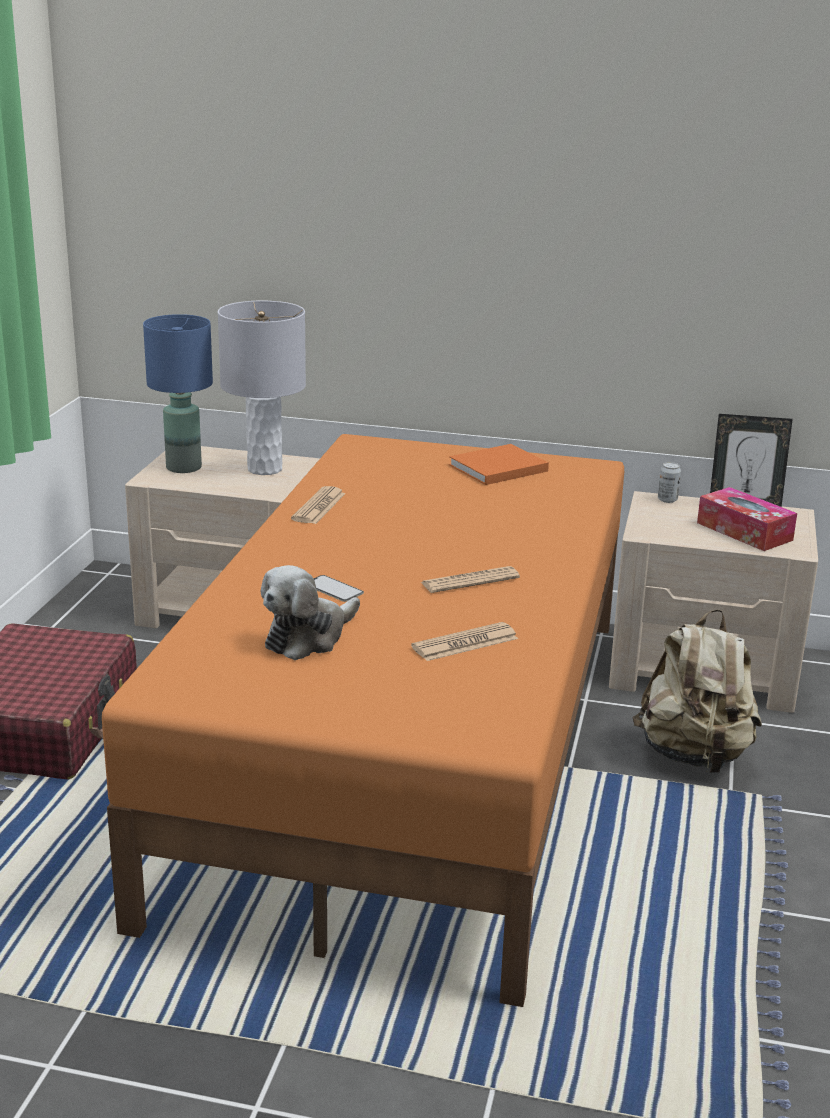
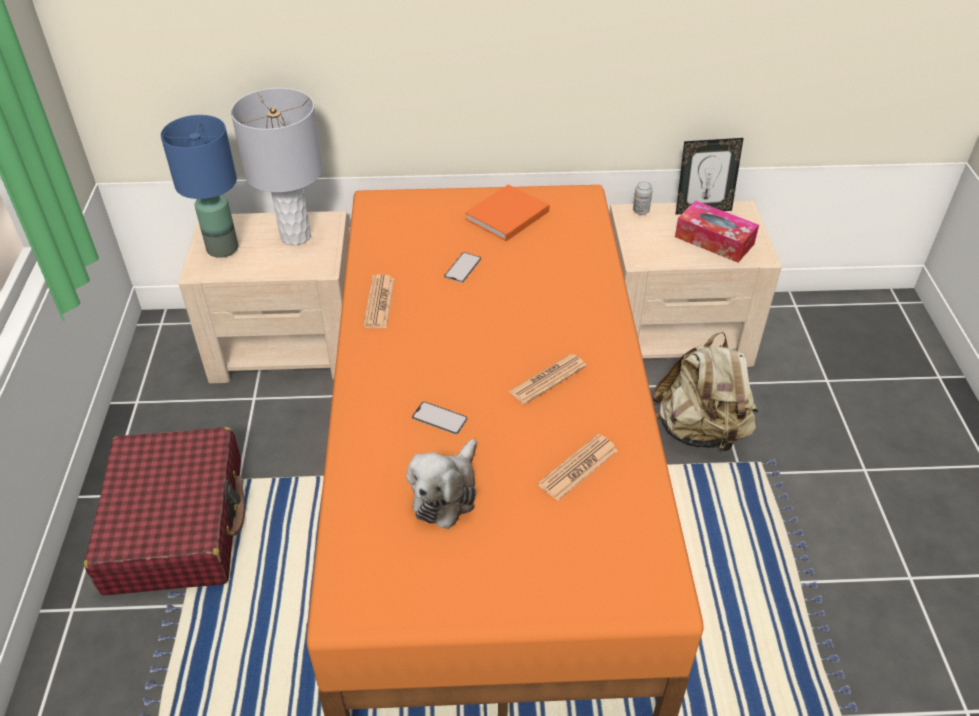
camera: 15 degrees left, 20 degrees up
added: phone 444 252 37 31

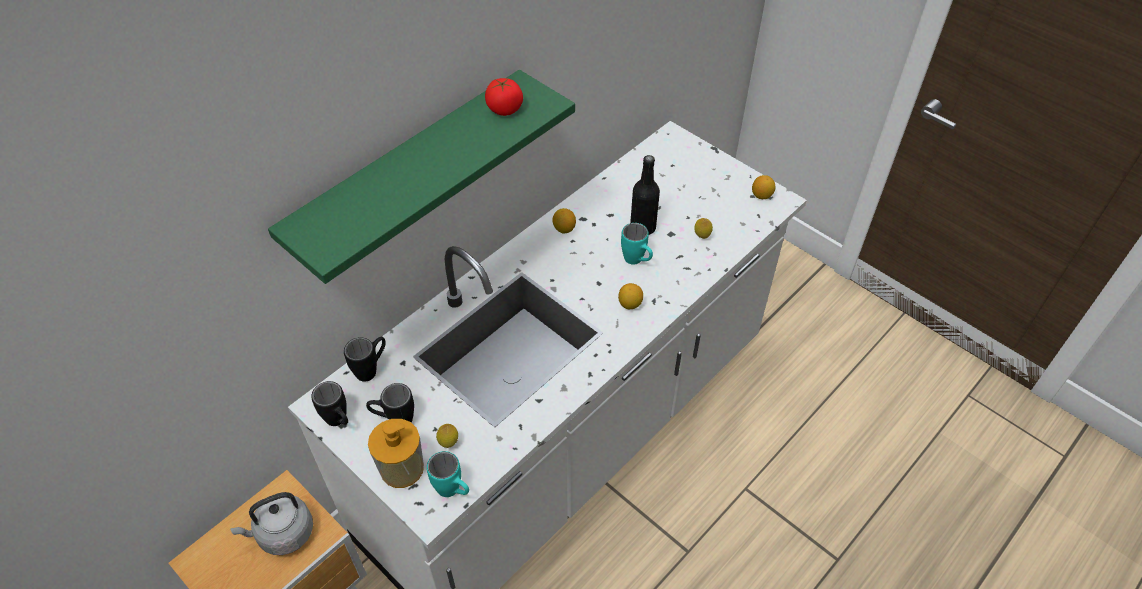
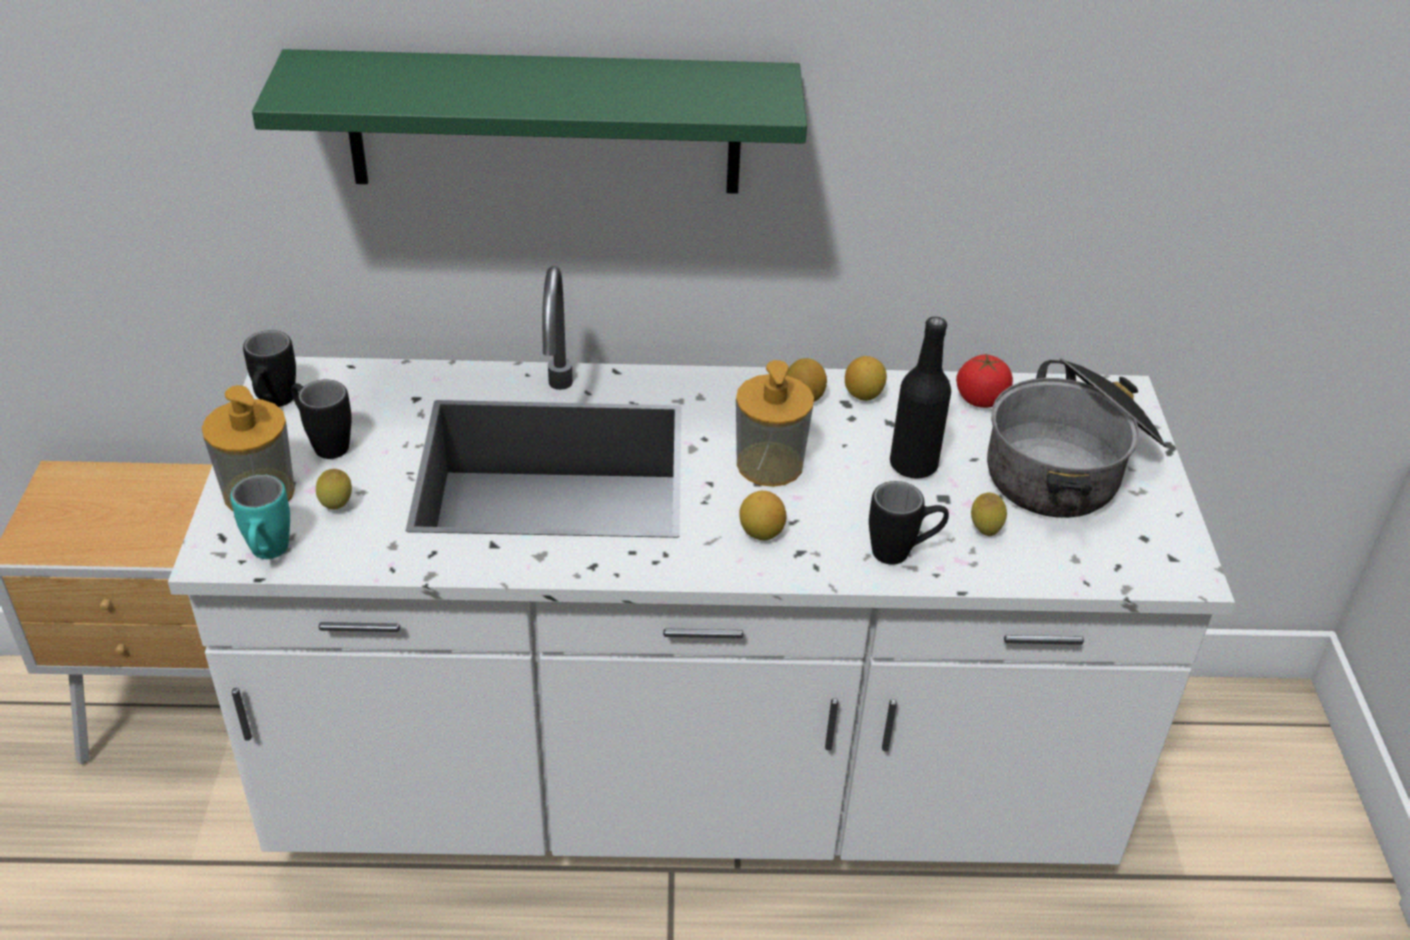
camera: 45 degrees right, 10 degrees down
removed: tea mug (blue-green) 621 223 32 42; kettle (gray) 230 492 83 63
added: saucepot 987 358 180 160; soap dispenser 736 360 78 127
moved: tomato 485 78 38 38 to 956 354 57 54; whole lemon 752 175 24 24 to 845 356 42 45; tea mug (black-coloured) 344 337 42 45 to 869 481 80 84

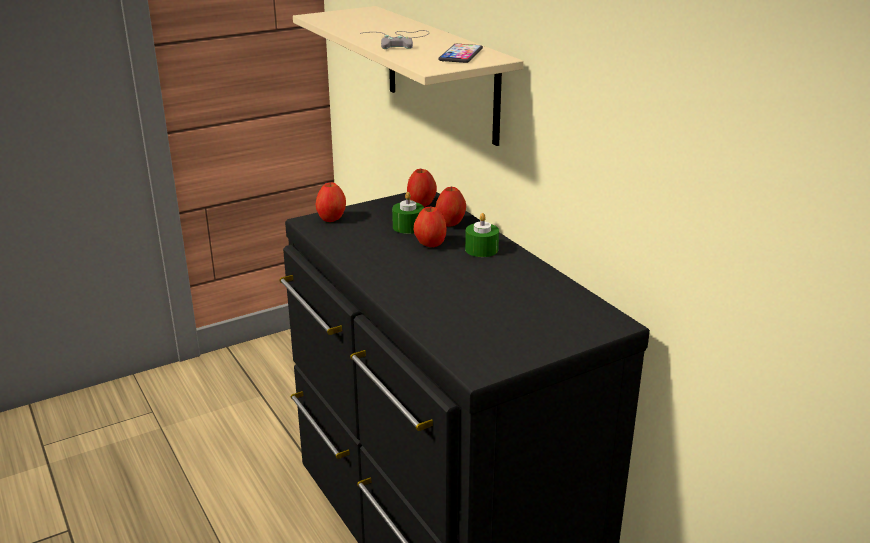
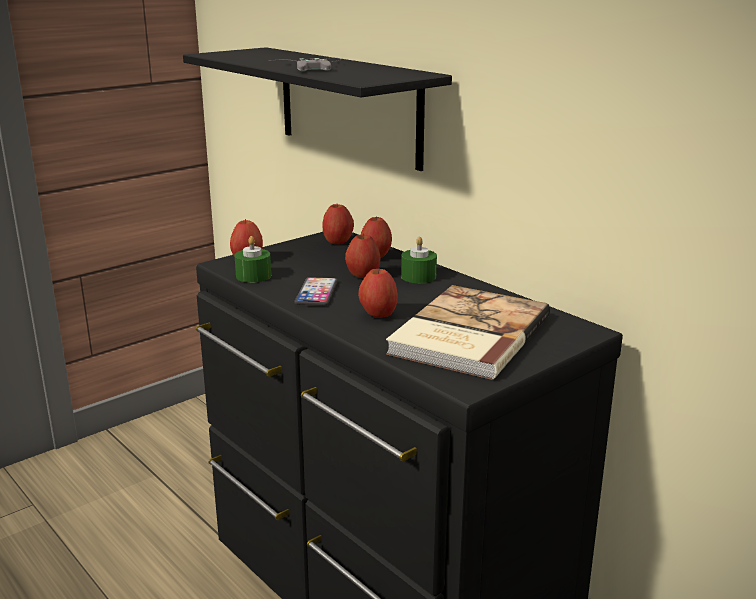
camera: 10 degrees left, 5 degrees down
added: apple fruit 358 269 40 49; bound book 386 285 164 95
moved: phone 438 44 45 19 to 294 277 44 29; wax light (green) 392 192 32 42 to 235 236 36 47
recoloured: bracket shelf (sand-coloured) 293 6 231 140 to bracket shelf (black-coloured) 183 47 269 124

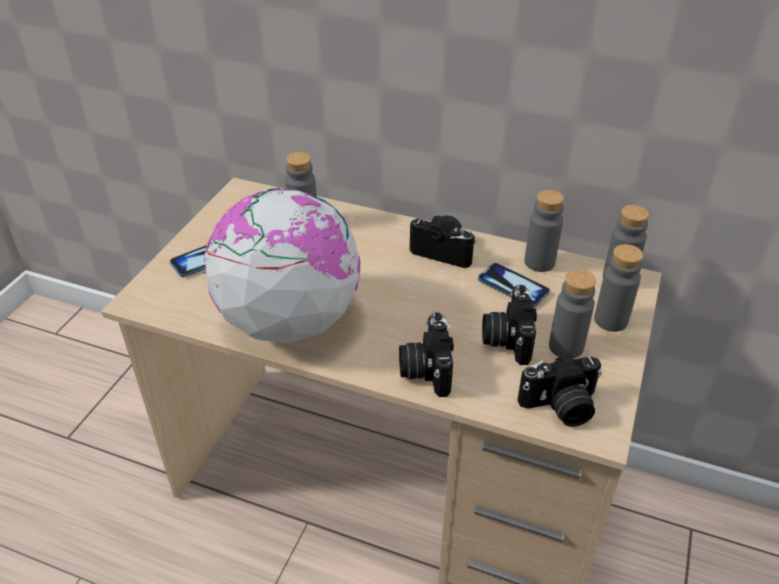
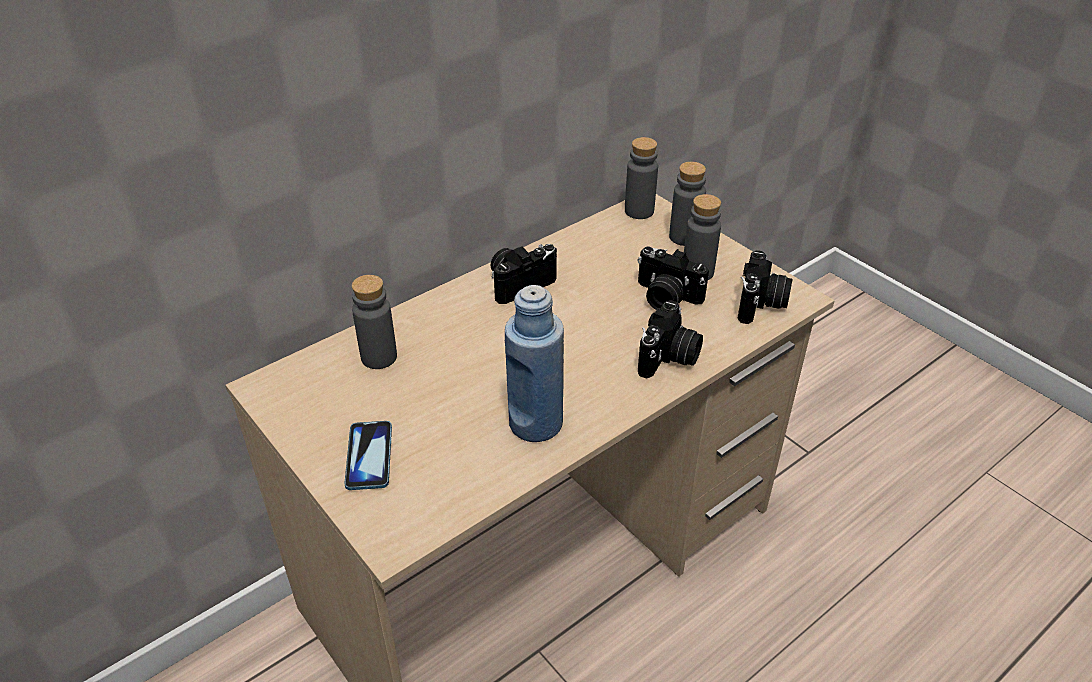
camera: 60 degrees left, 0 degrees up
removed: bottle (gray) 524 190 40 82; phone 478 263 72 44
replaced: globe 204 188 157 155 to bottle (bluish) 505 285 59 157
turned: photo camera 399 312 55 85 = 638 300 65 78 90 degrees counterclockwise

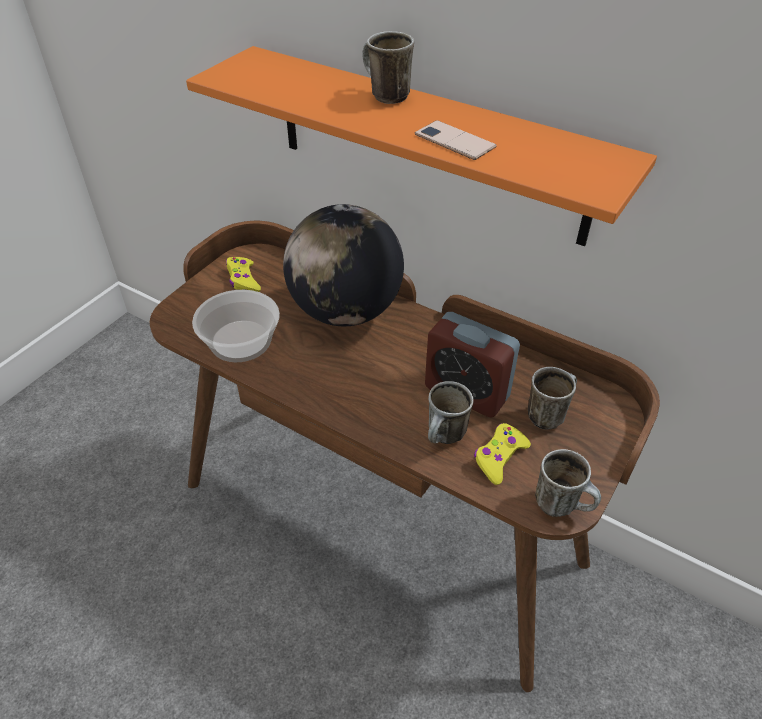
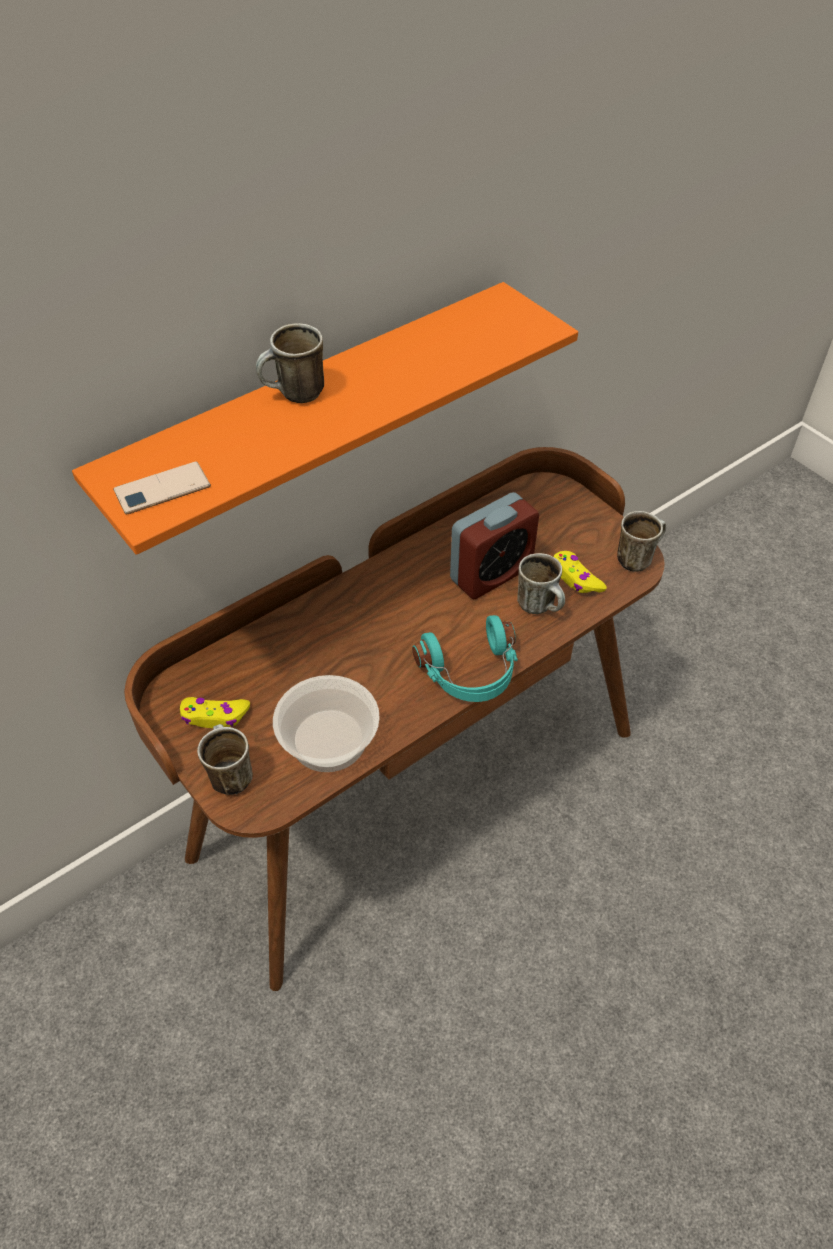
camera: 70 degrees left, 5 degrees up
removed: globe 283 204 121 122
added: pair of headphones (blue-green) 412 615 106 87
moved: phone 415 120 82 40 to 113 462 98 52; tea mug 528 367 49 63 to 197 724 56 71

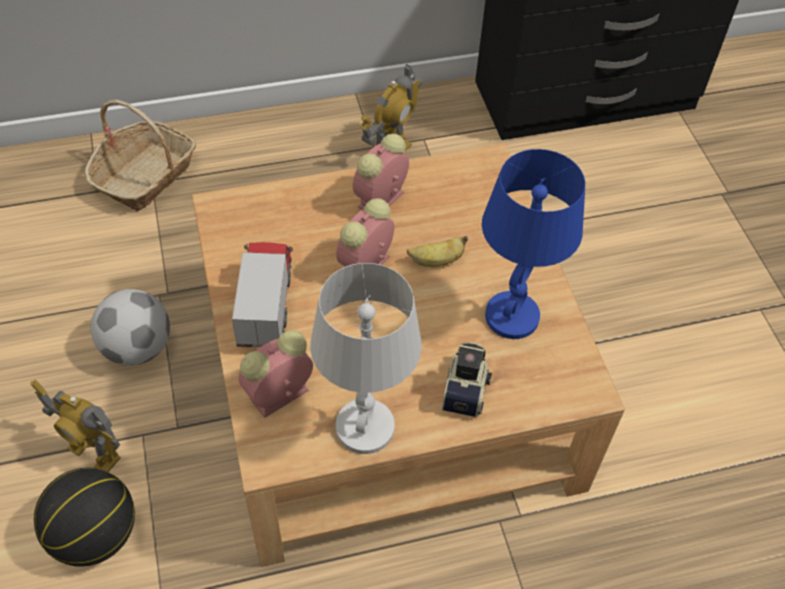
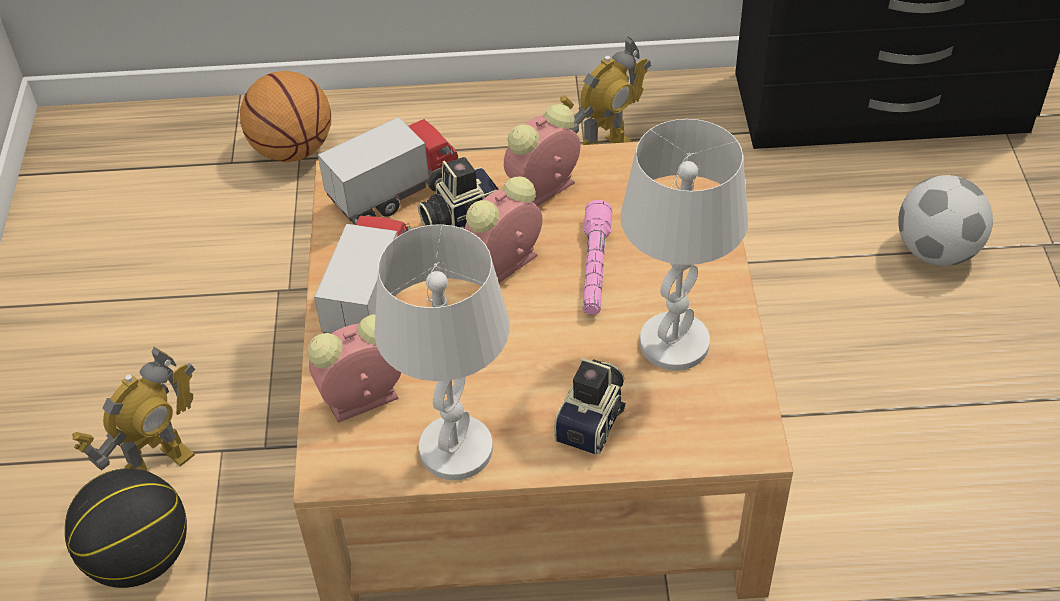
camera: 15 degrees right, 5 degrees down
added: toy truck 318 117 140 108; photo camera 418 157 81 72
moved: football ball 91 289 79 77 to 898 175 95 91
replaced: storage basket 85 100 111 111 to basketball ball 240 71 91 91; banana fruit 407 236 61 31 to hand torch (pinkish) 583 200 29 115
recoloured: lamp for a table (bluish) 482 149 103 190 to lamp for a table (white) 621 119 127 252
turned: model robot 30 380 91 92 = 72 346 123 124 90 degrees counterclockwise

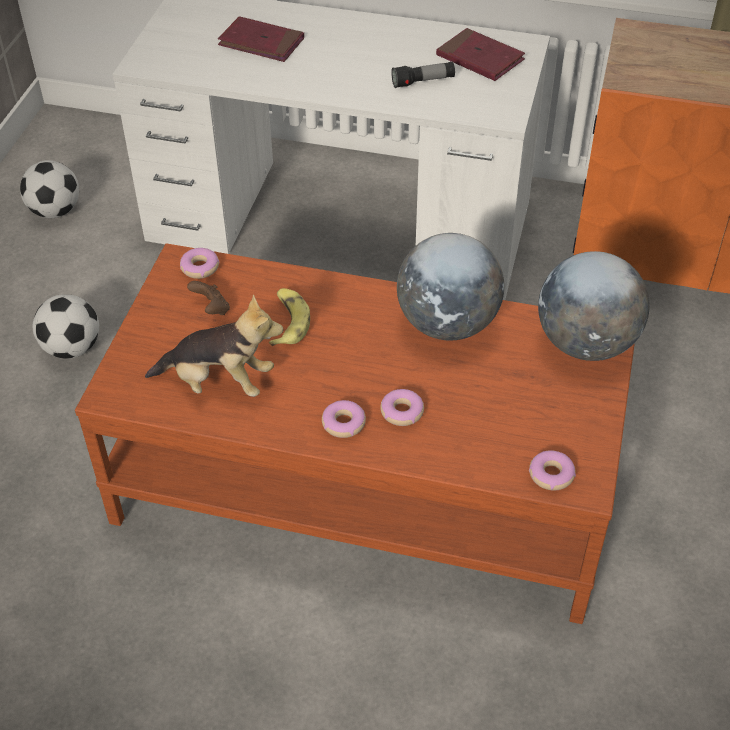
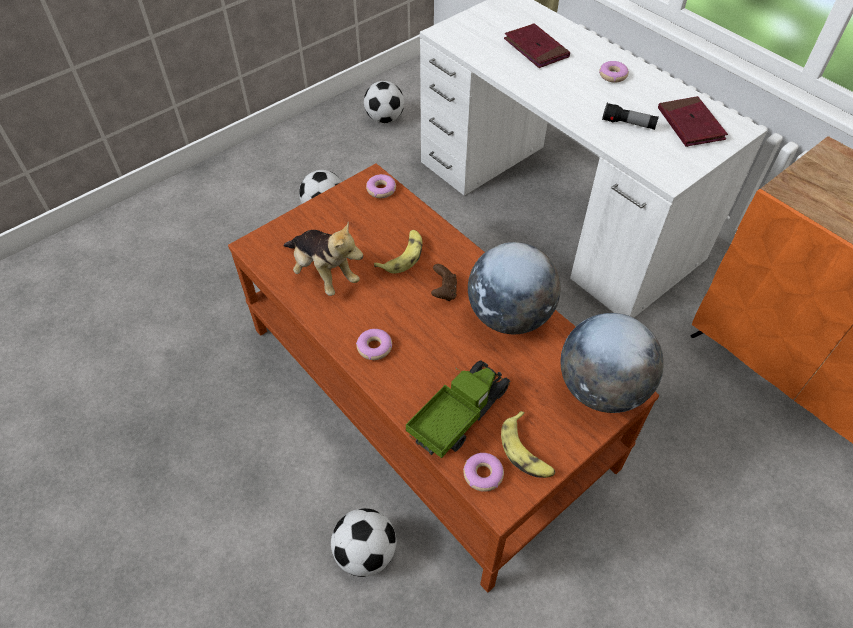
camera: 35 degrees right, 5 degrees up
added: toy truck 405 360 105 98; banana fruit 501 411 54 67; football ball 331 508 66 69
moved: joypad (brown-coloured) 187 281 43 34 to 431 264 26 37; donut 380 389 44 37 to 599 61 30 22

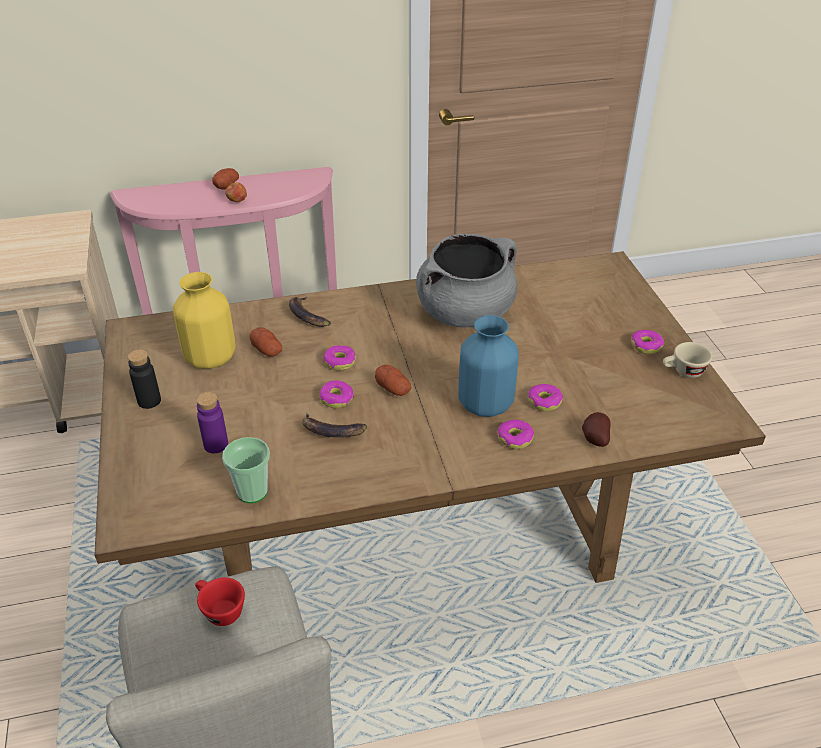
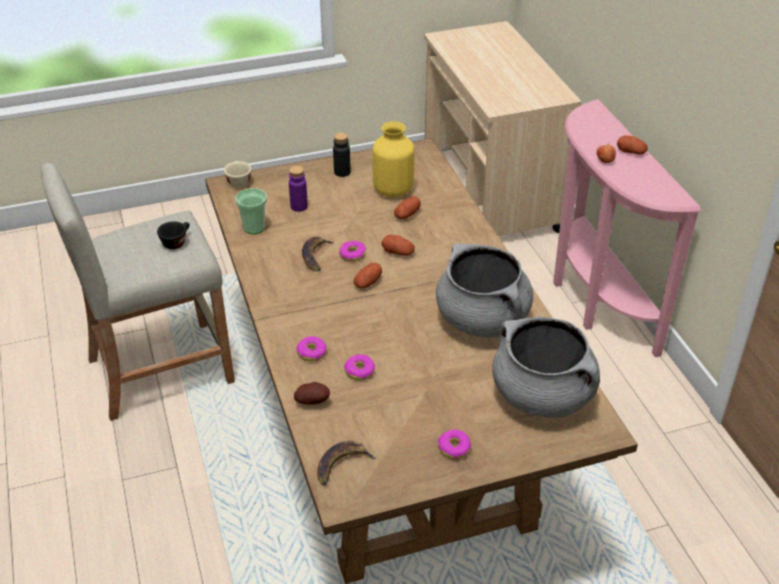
camera: 85 degrees right, 0 degrees up
removed: decorative vase (bluish) 458 315 61 102
added: saucepot (gray) 492 317 108 101
moved: banana fruit 289 296 42 31 to 317 441 59 45; small cup (sand-coloured) 663 342 49 36 to 224 161 28 27
replaced: donut 323 345 33 25 to whole potato 382 235 33 21
recoloured: small cup (red) 195 577 50 49 to small cup (black-coloured) 157 221 32 28

